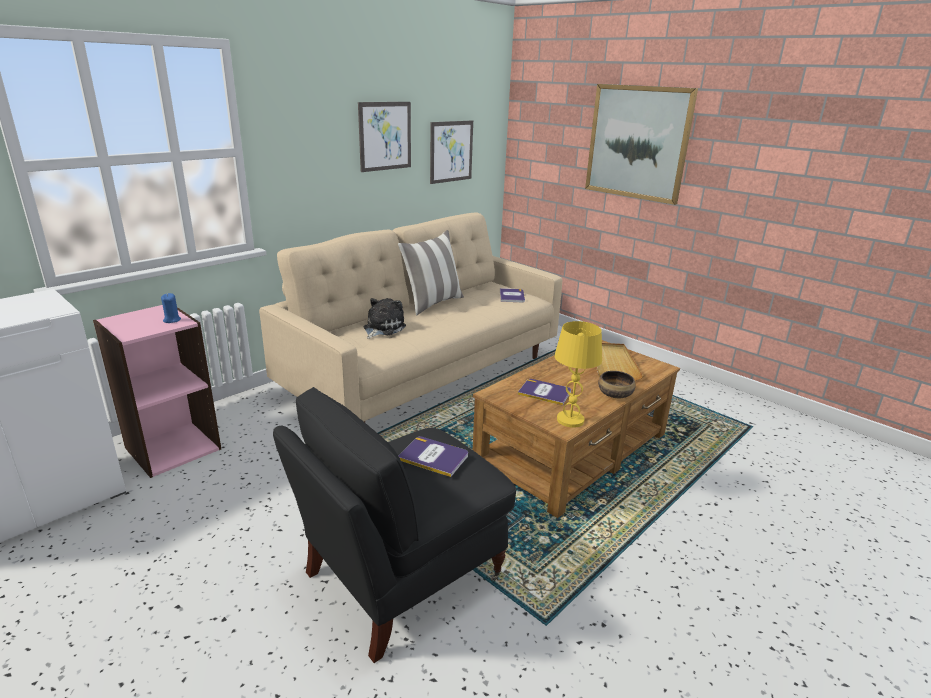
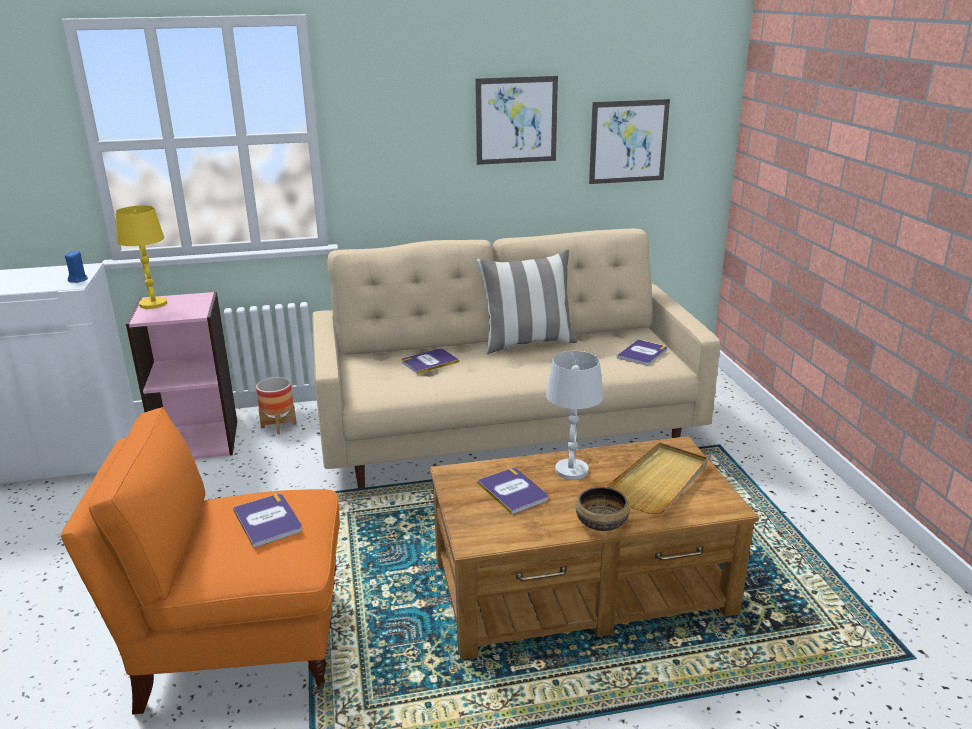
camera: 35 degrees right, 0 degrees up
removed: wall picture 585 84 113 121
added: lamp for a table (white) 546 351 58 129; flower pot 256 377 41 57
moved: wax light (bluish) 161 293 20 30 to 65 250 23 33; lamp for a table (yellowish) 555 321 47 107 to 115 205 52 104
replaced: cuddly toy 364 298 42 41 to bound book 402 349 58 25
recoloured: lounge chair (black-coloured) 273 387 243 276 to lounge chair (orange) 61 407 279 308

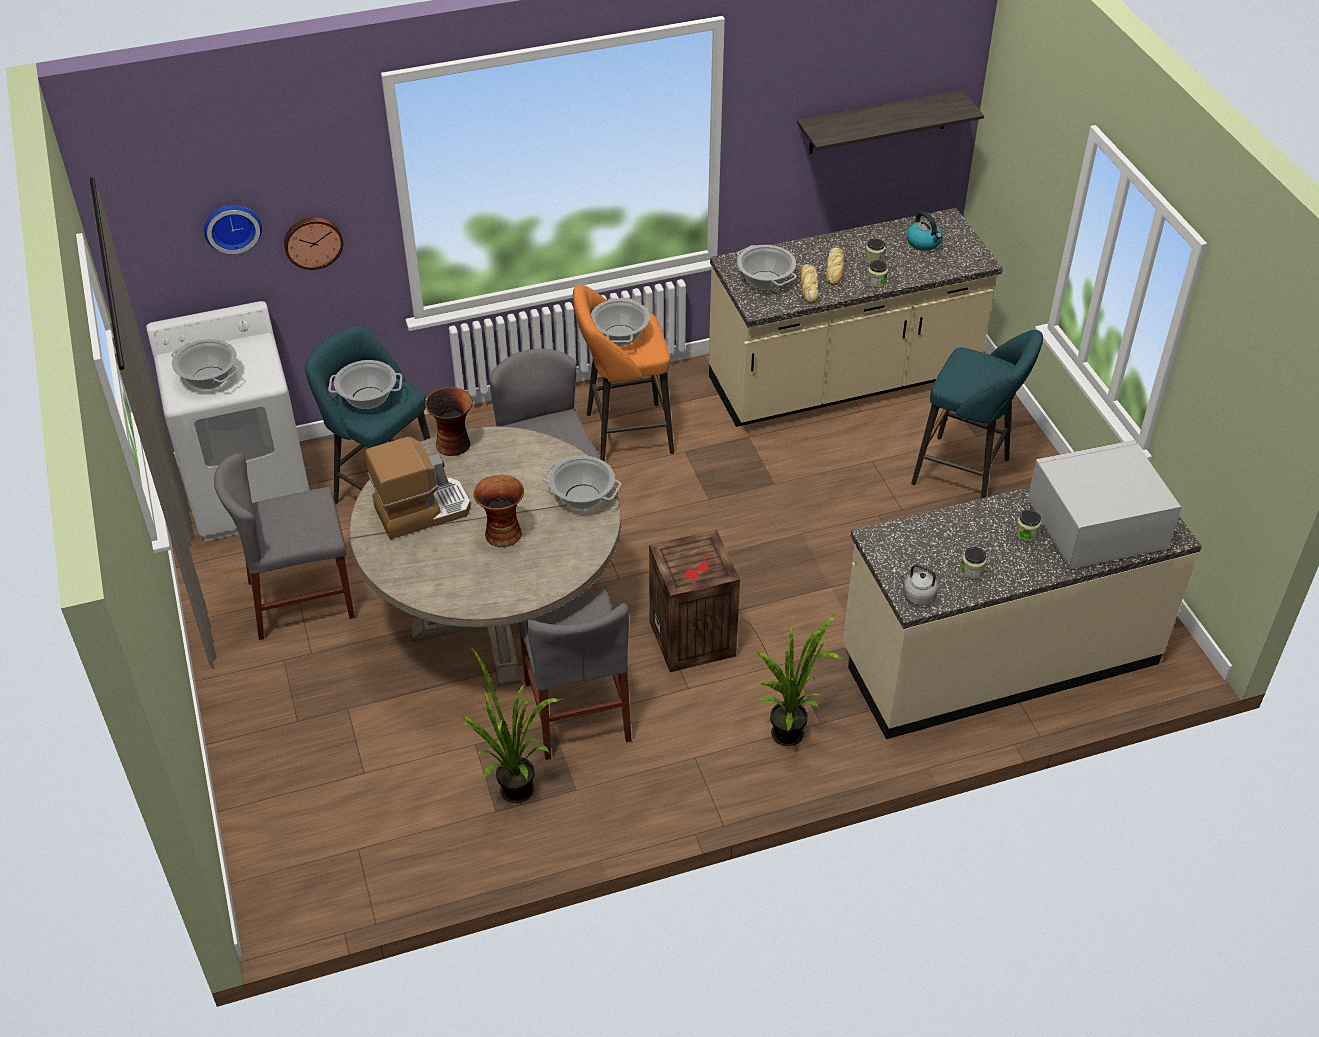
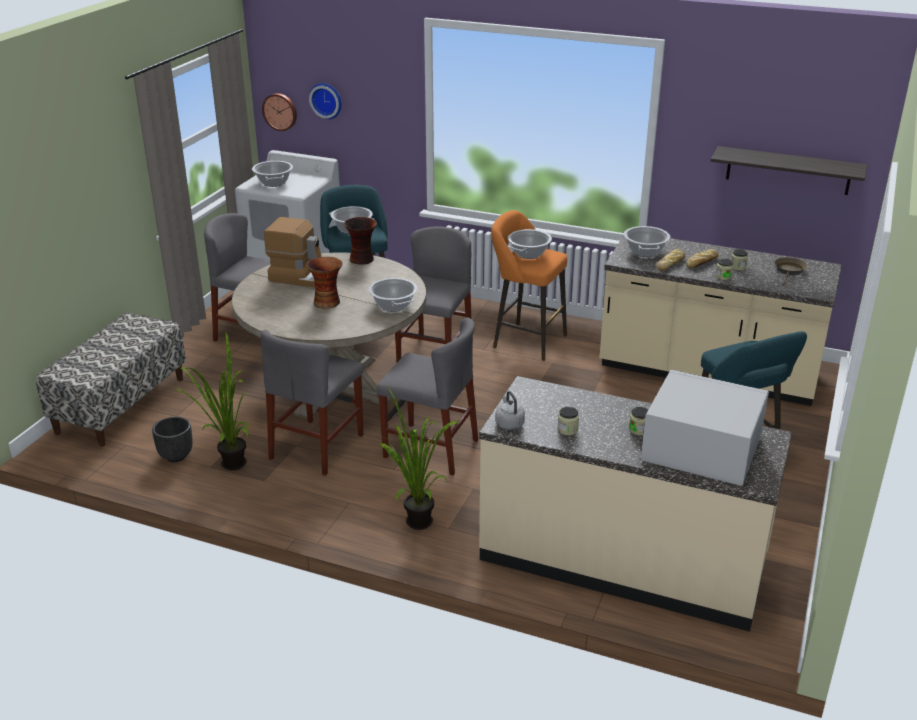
camera: 40 degrees right, 15 degrees down
added: long seat 36 313 150 134; flower pot (black-coloured) 152 417 41 45
moved: wall clock 284 217 59 53 to 262 93 35 38
replaced: kettle 907 211 36 40 to skillet (brown-coloured) 774 257 33 29; crate 649 530 91 142 to plain chair (gray) 377 318 101 158

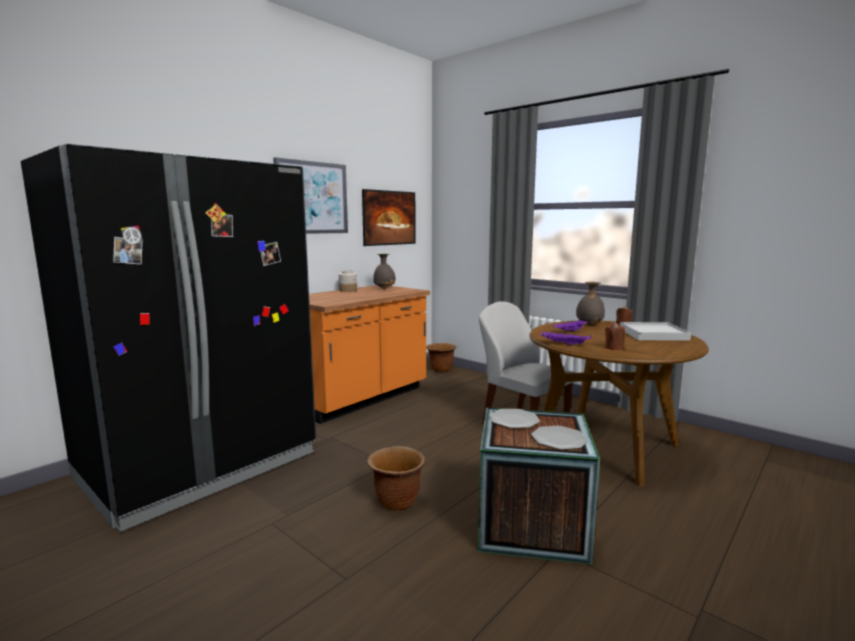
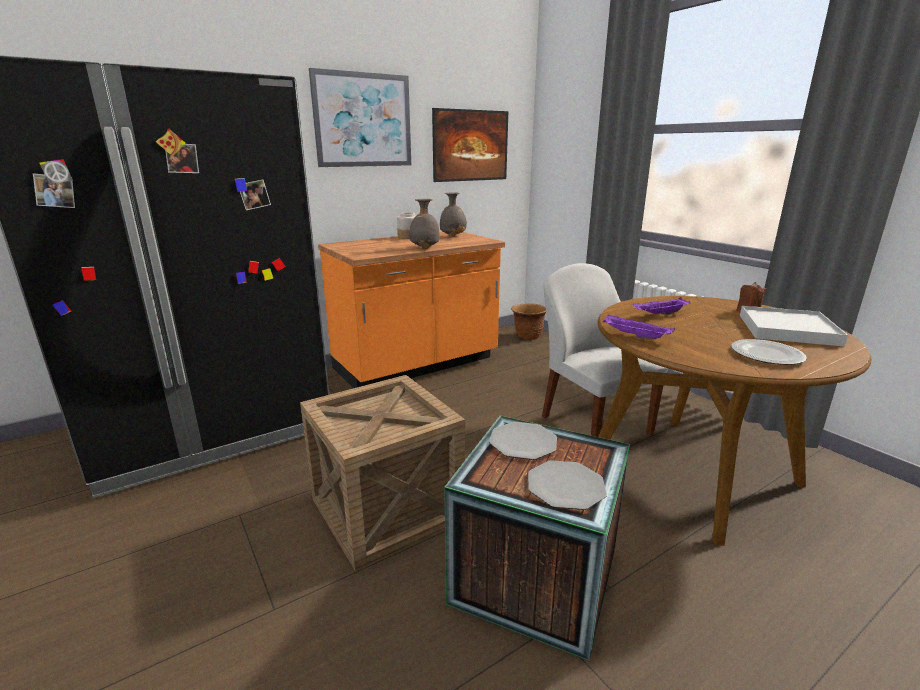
camera: 15 degrees right, 10 degrees up
removed: wax light (brown-coloured) 605 323 20 27
added: plate 731 339 76 26
moved: decorative vase (gray) 576 282 29 43 to 409 199 30 50
replaced: flower pot (brown-coloured) 367 446 58 65 to crate 300 375 165 196

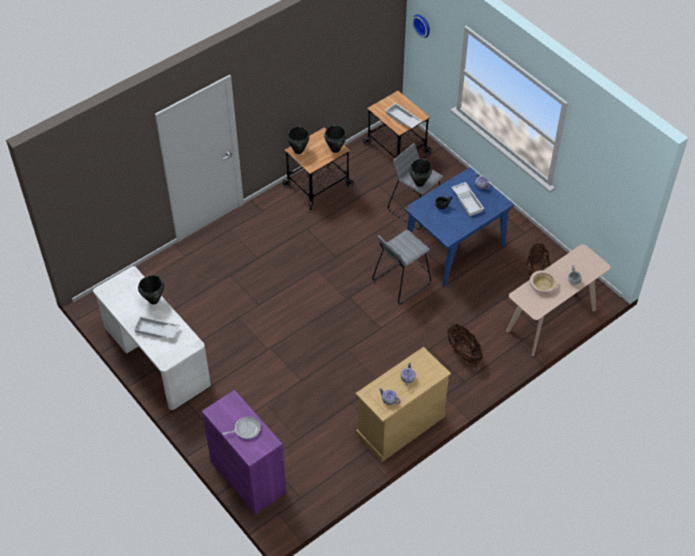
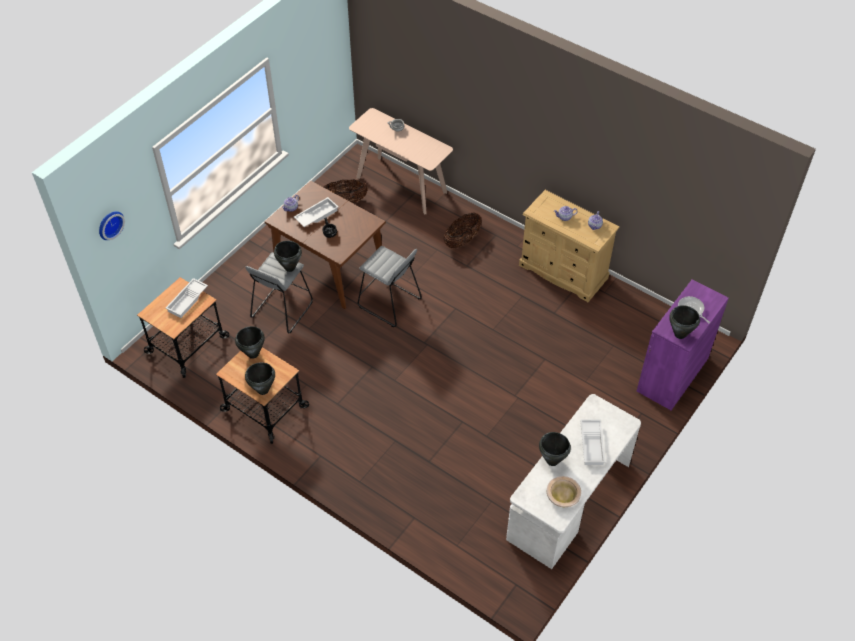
camera: 105 degrees left, 0 degrees up
added: saucepot (black-coloured) 669 305 31 34
moved: deep dish (sand-coloured) 530 270 27 23 to 547 476 34 31
recoloured: kitchen table (bluish) 404 167 110 119 to kitchen table (brown-coloured) 265 181 121 128

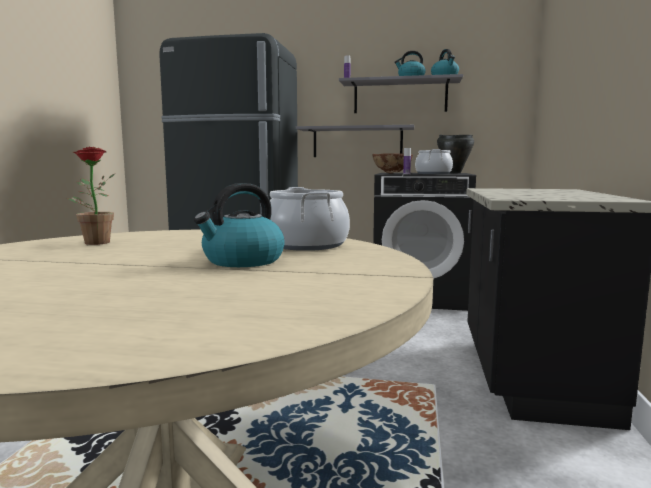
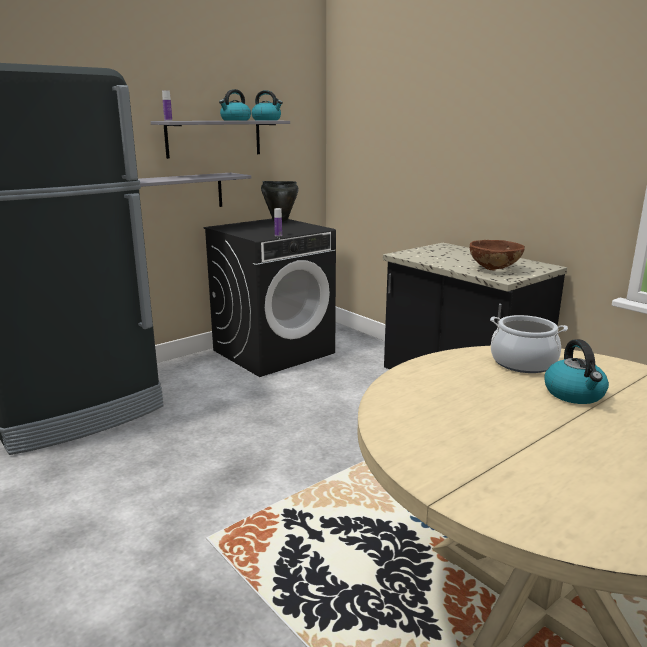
camera: 50 degrees left, 10 degrees up
removed: houseplant 67 147 49 98; saucepot 415 149 38 25
moved: deep dish (brown-coloured) 373 153 40 21 to 470 240 55 30

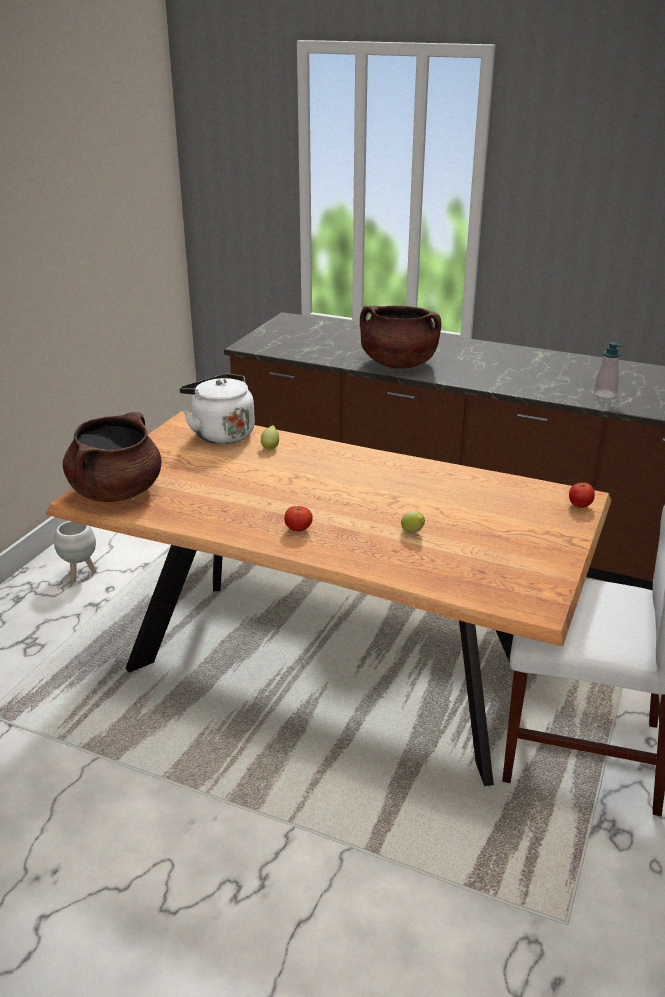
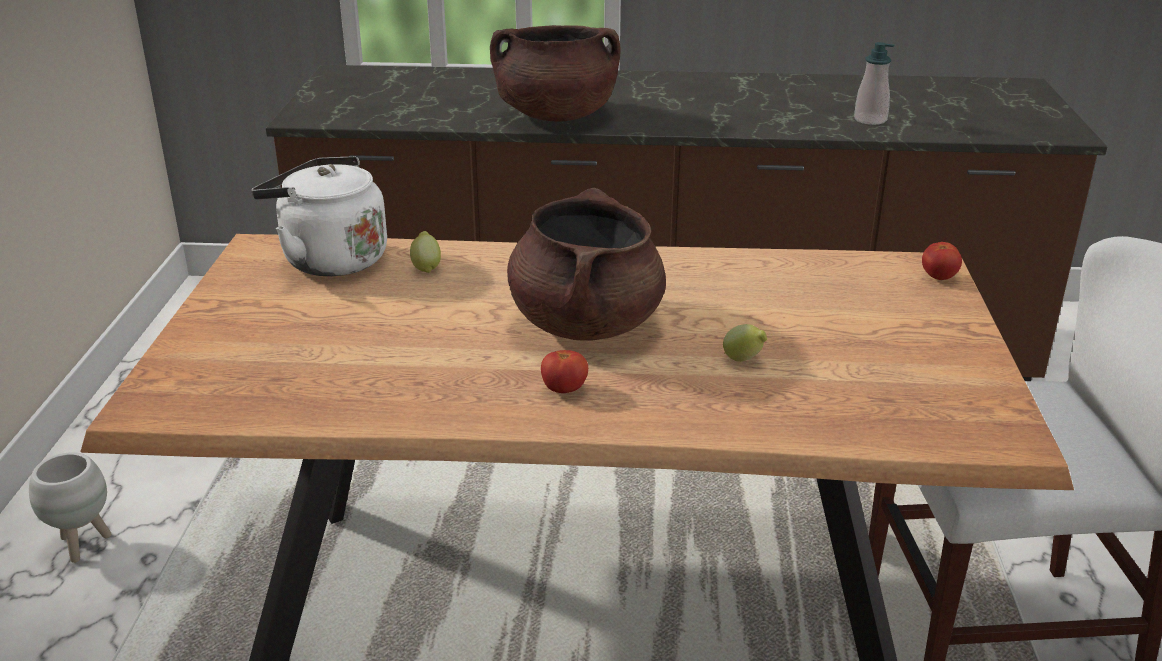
camera: 20 degrees left, 0 degrees up
moved: saucepot (brown-coloured) 63 412 99 90 to 507 188 159 153

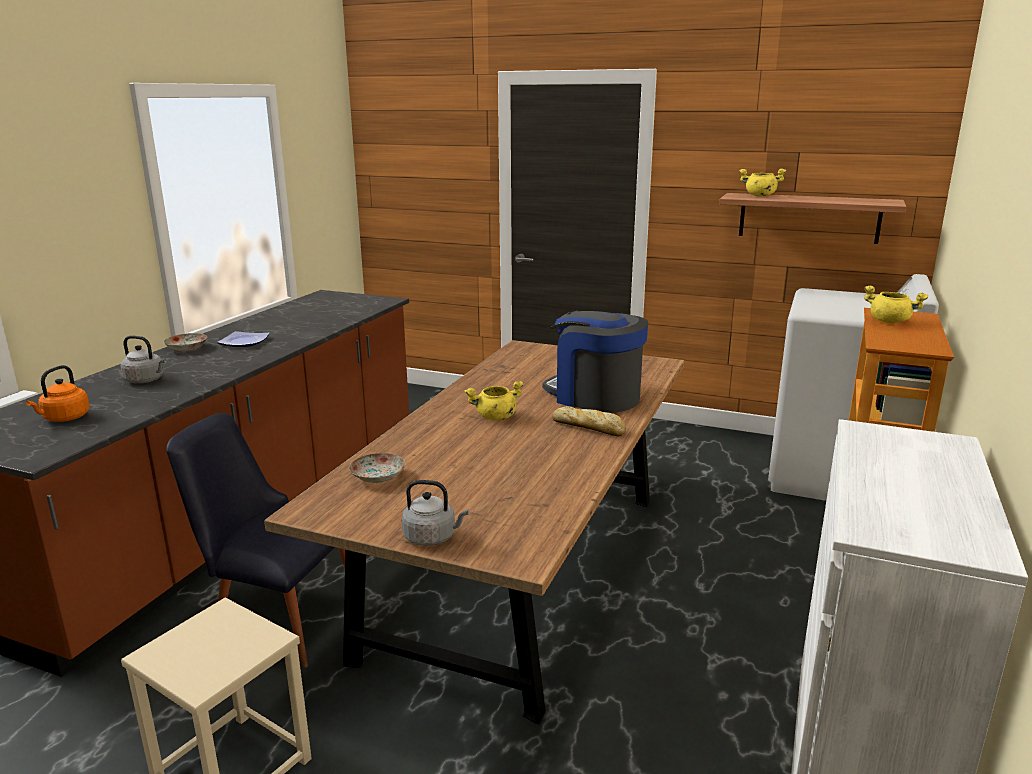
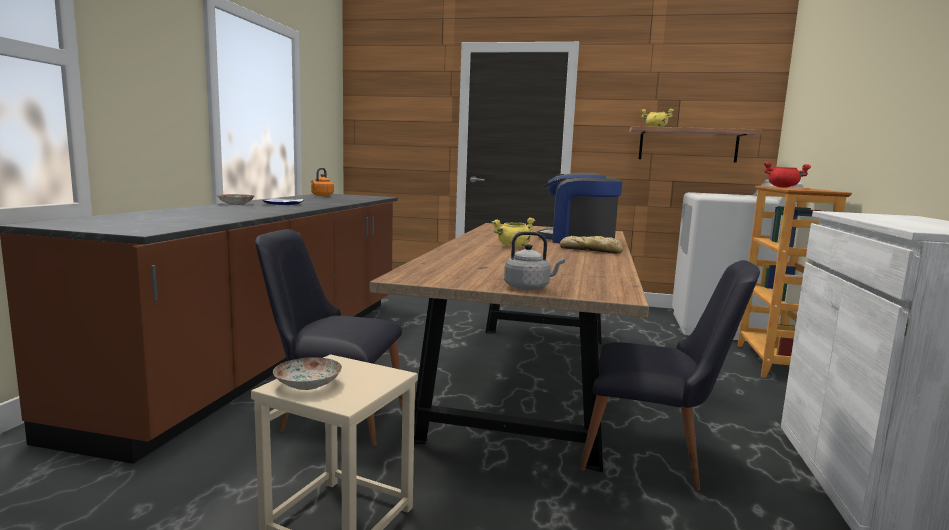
camera: 10 degrees left, 10 degrees down
removed: kettle (gray) 121 335 45 48
added: plain chair (black-coloured) 579 260 181 231
moved: kettle (orange) 26 365 64 57 to 311 168 23 28; plate 349 453 56 30 to 273 357 69 33
recoloured: saucepot (yellowish) 864 285 64 38 to saucepot (red) 764 162 47 26

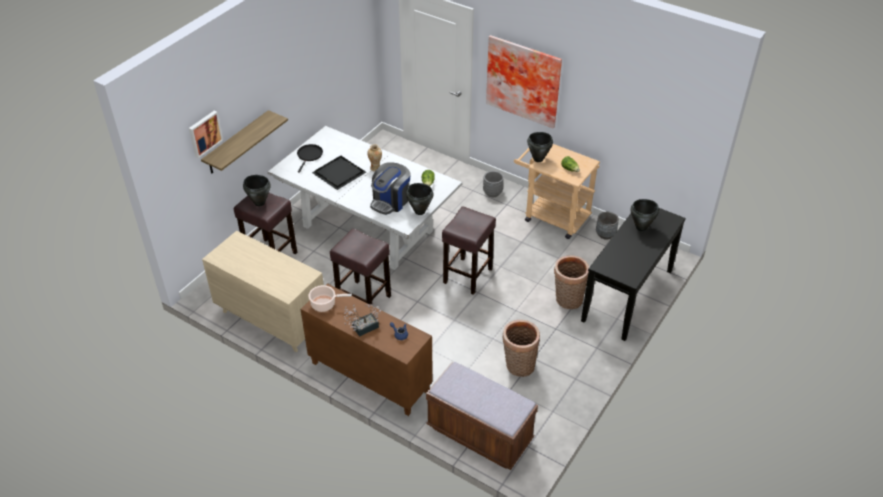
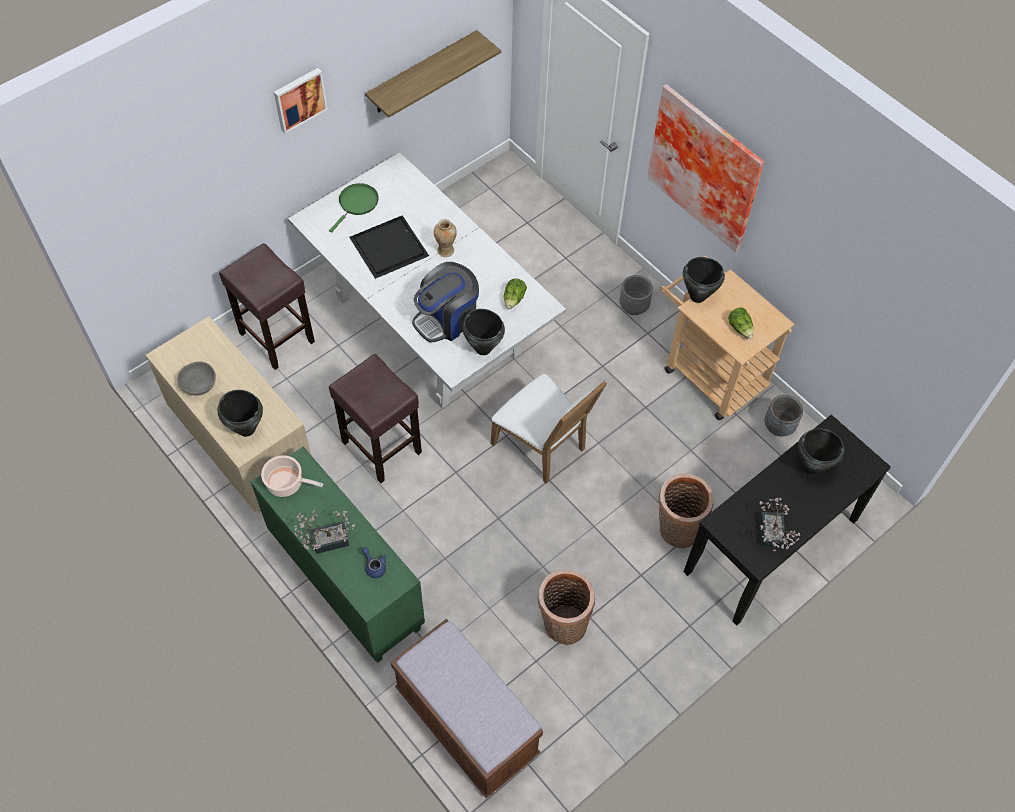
camera: 15 degrees right, 15 degrees up
added: deep dish (gray) 177 361 39 35; houseplant 759 498 41 53
moved: bracket shelf 201 110 87 64 to 365 30 136 87; wall picture 189 111 34 47 to 274 68 54 66; saucepot (black-coloured) 243 175 28 31 to 218 390 45 47
replaced: stool seat (brown-coloured) 442 206 54 89 to plain chair (white) 491 374 116 110
recoloured: skillet (black-coloured) 297 144 26 29 to skillet (green) 329 183 50 50; cabinet (brown-coloured) 301 283 132 133 to cabinet (green) 251 446 174 217

